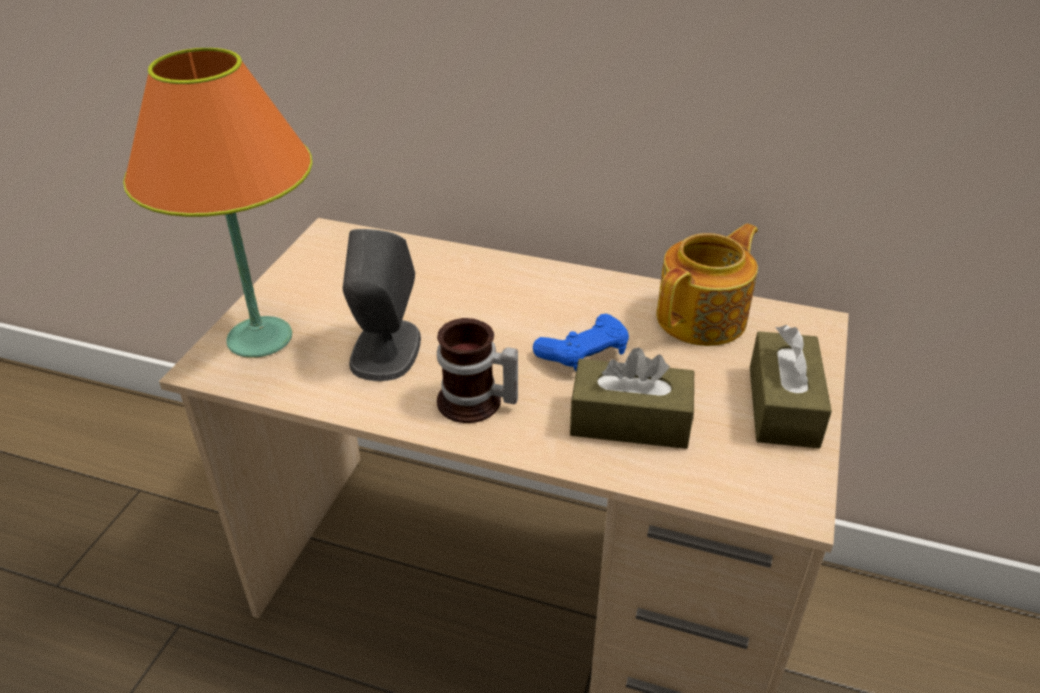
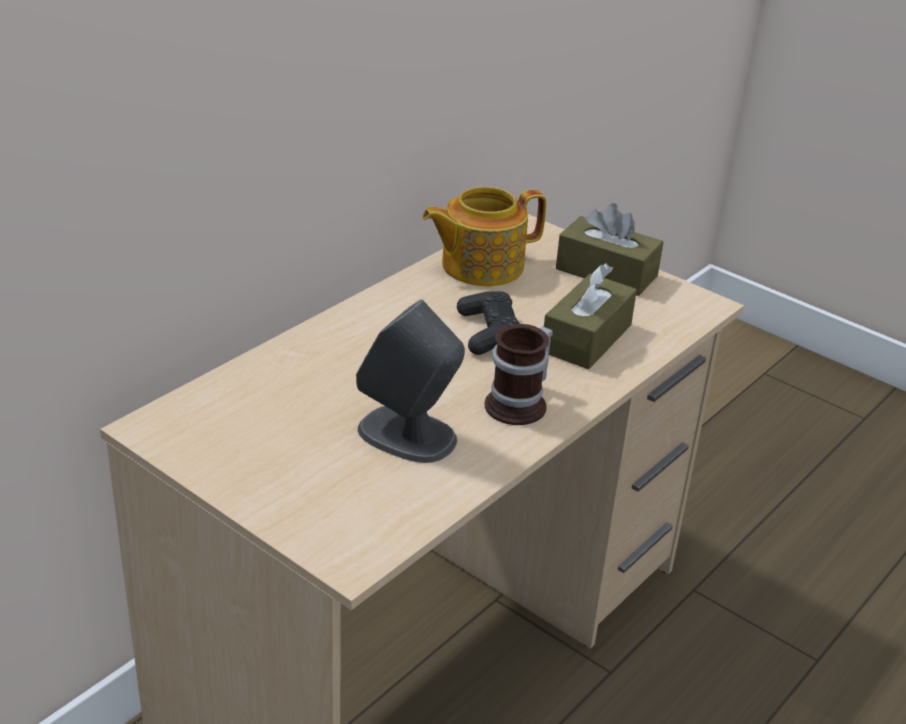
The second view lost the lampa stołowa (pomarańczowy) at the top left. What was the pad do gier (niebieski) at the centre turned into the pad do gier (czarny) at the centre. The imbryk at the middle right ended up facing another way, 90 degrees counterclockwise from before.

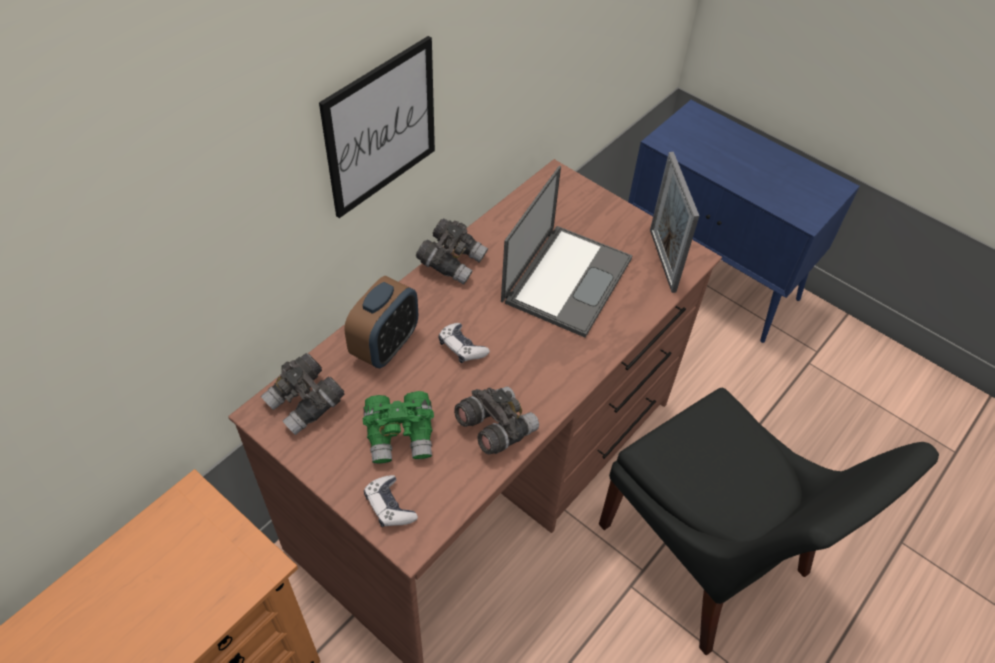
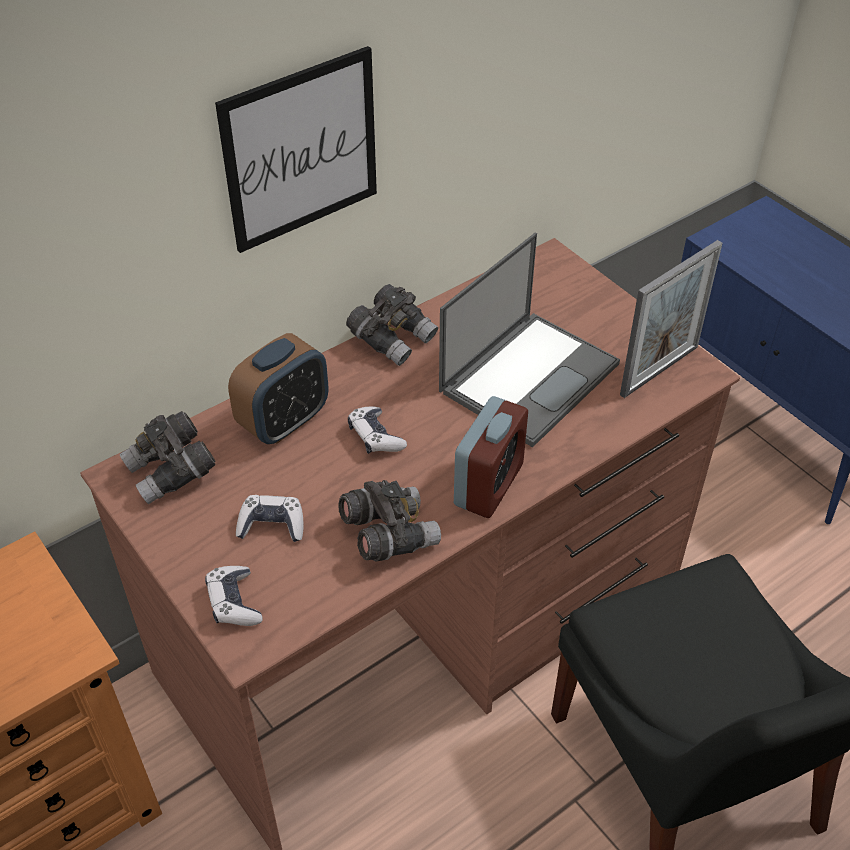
The second view gained the budzik (no. 2 from left) at the centre. Where the lornetka (zielony) stood at the centre, the pad do gier (no. 2 from left) came to stand at the middle left. The ramka na zdjęcie at the middle right ended up facing another way, 135 degrees counterclockwise from before.

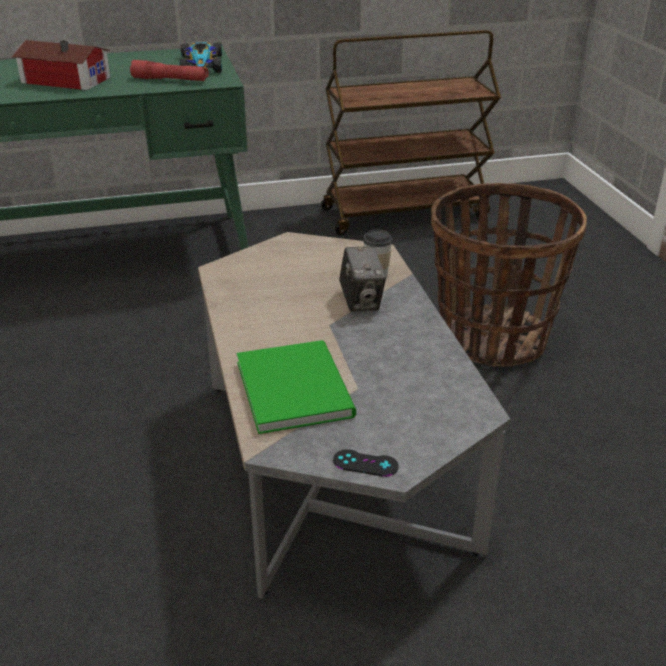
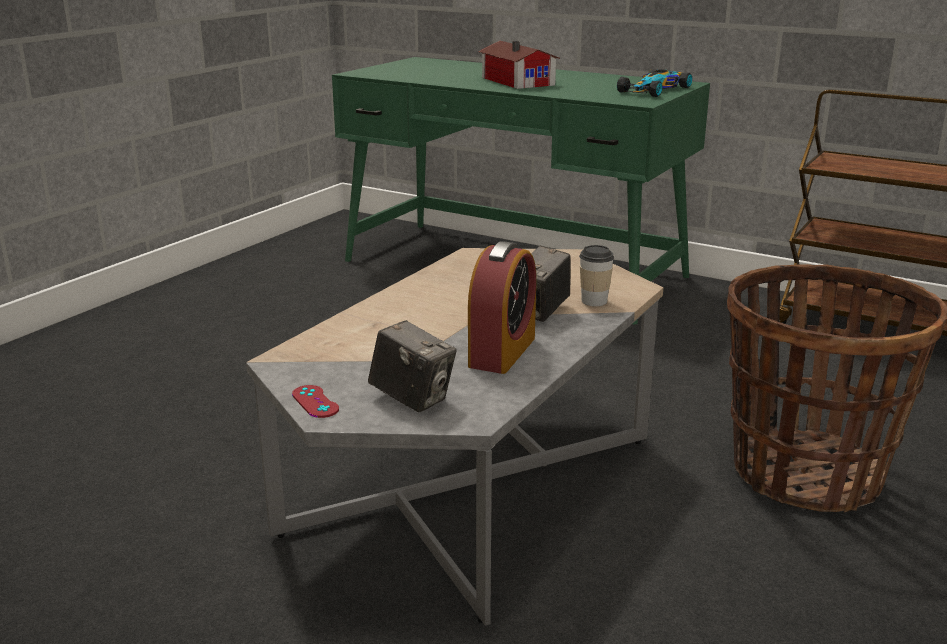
The second view lost the latarka (czerwony) at the top left. The second view lost the książka (zielony) at the centre. The second view gained the aparat fotograficzny (no. 1 from left) at the centre. The second view gained the budzik at the centre. What was the pad do gier (czarny) at the bottom centre turned into the pad do gier (czerwony) at the middle left.

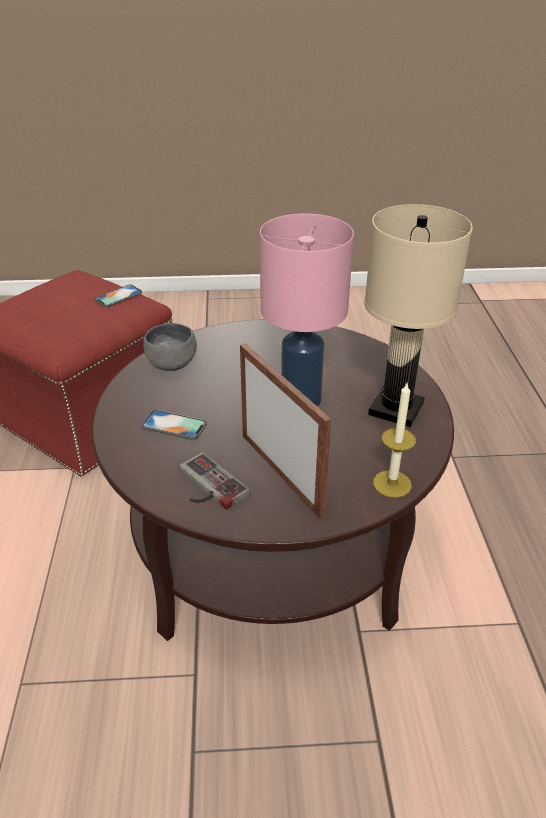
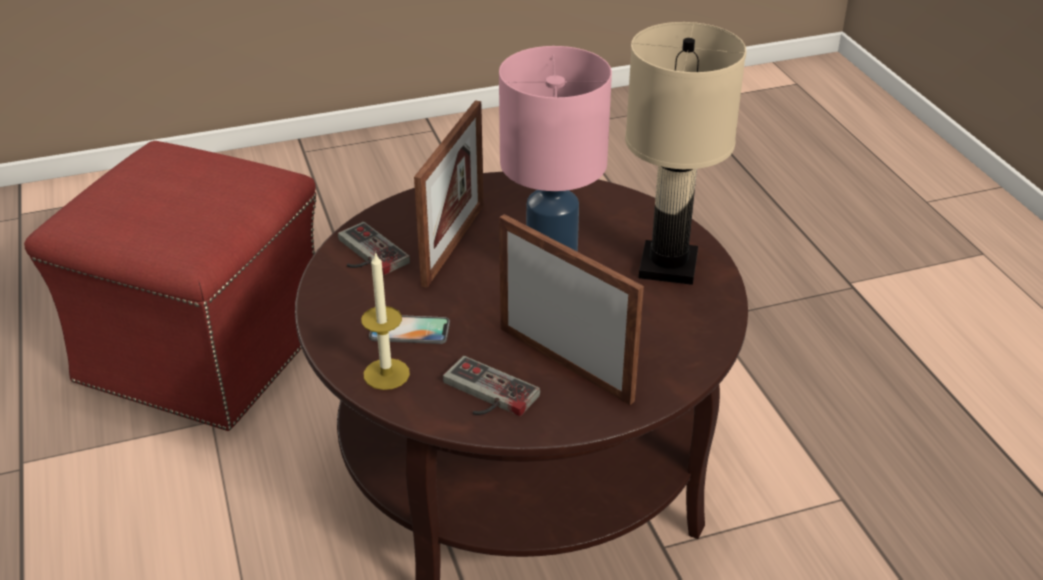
The second view lost the telefon (no. 1 from left) at the middle left. The second view gained the ramka na zdjęcie (no. 1 from left) at the centre. The świeca ended up elsewhere, having gone from the middle right to the centre. Where the miska (szary) stood at the middle left, the pad do gier (no. 1 from left) came to stand at the centre.

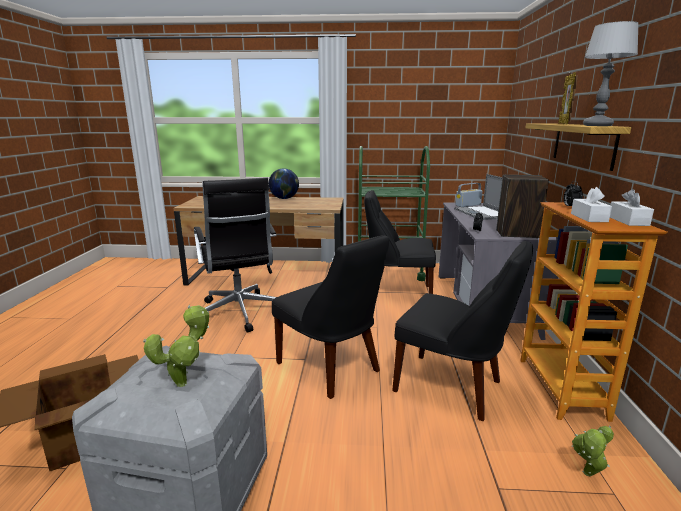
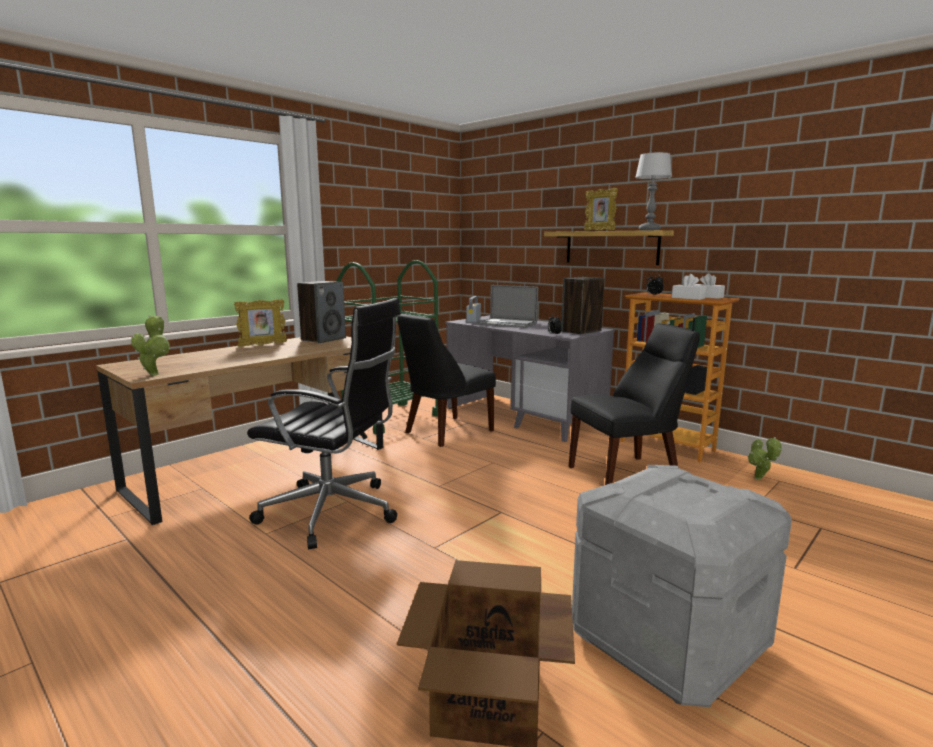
The second view lost the krzesło (czarny) (no. 1 from left) at the centre. The second view gained the głośnik (no. 1 from left) at the centre. The roślina doniczkowa (no. 1 from left) ended up elsewhere, having gone from the bottom left to the middle left. Where the globus stood at the centre, the ramka na zdjęcie (no. 1 from left) came to stand at the middle left.

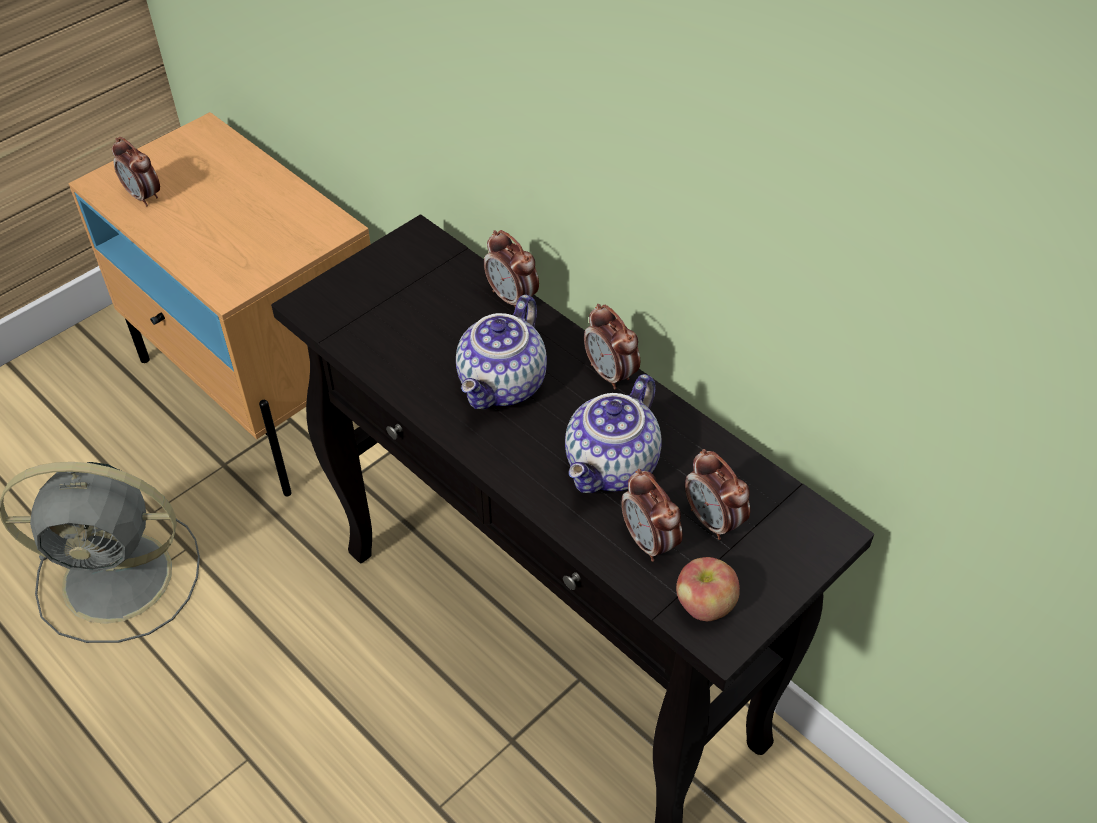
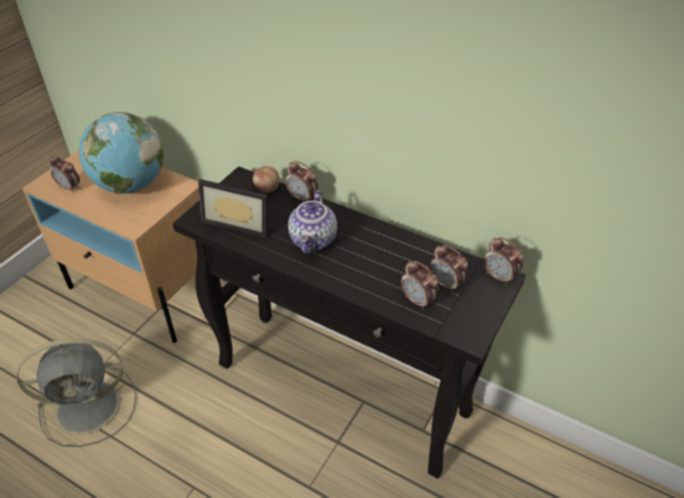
The second view lost the imbryk (no. 2 from left) at the centre. The second view gained the globus at the top left. The second view gained the ramka na zdjęcie at the centre. The budzik (no. 3 from left in the first image) ended up elsewhere, having gone from the centre to the middle right. The jabłko ended up elsewhere, having gone from the bottom centre to the centre.

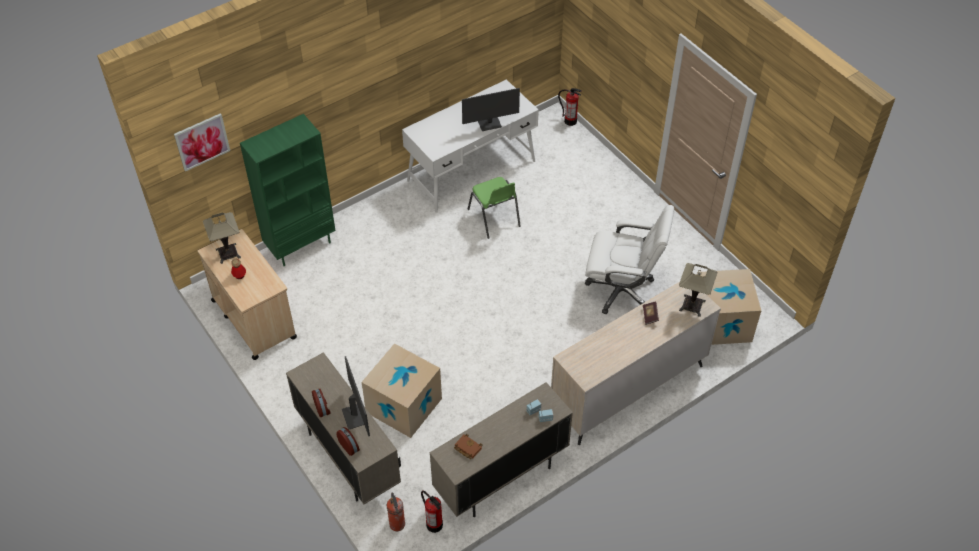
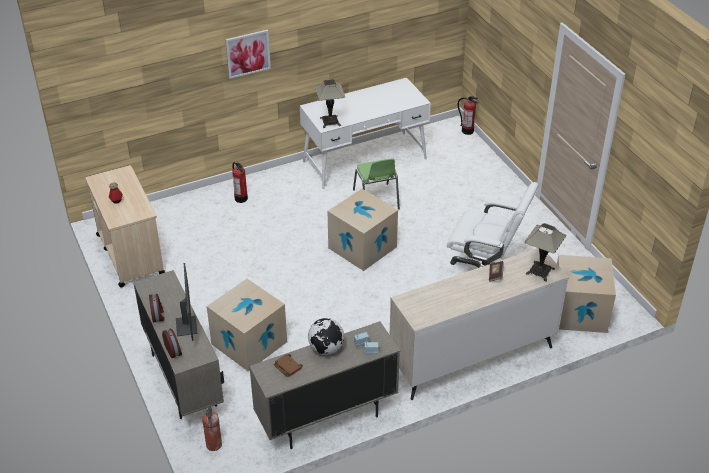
The second view lost the regał (zielony) at the middle left. The second view lost the monitor (no. 2 from left) at the top centre. The second view gained the globus at the bottom centre. The second view gained the karton (no. 2 from left) at the centre. The obraz ended up elsewhere, having gone from the top left to the top centre. The lampa stołowa (no. 1 from left) ended up elsewhere, having gone from the middle left to the top centre. The gaśnica (no. 2 from left) ended up elsewhere, having gone from the bottom centre to the centre.

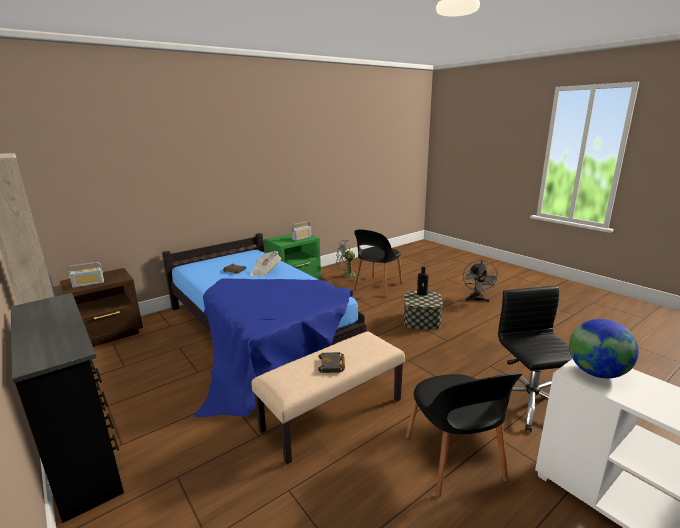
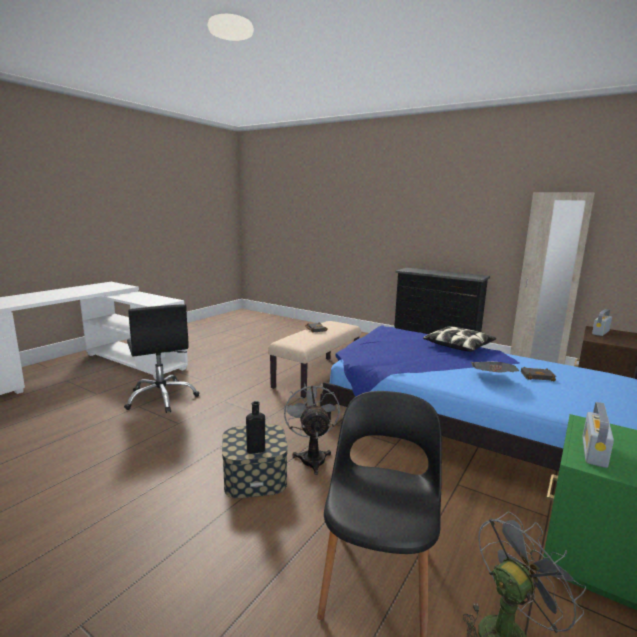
The second view lost the krzesło (czarny) (no. 2 from left) at the bottom right. The second view lost the globus at the middle right. The second view gained the poduszka at the middle right. The wentylator (szary) (no. 2 from left in the first image) ended up elsewhere, having gone from the middle right to the bottom centre.

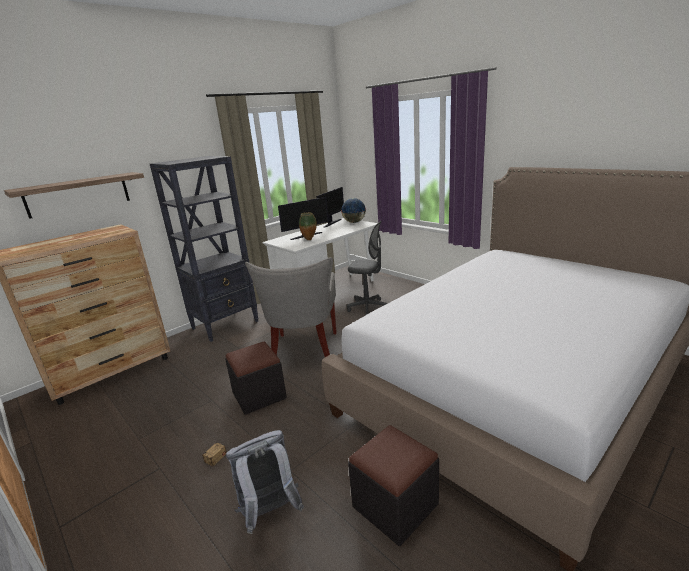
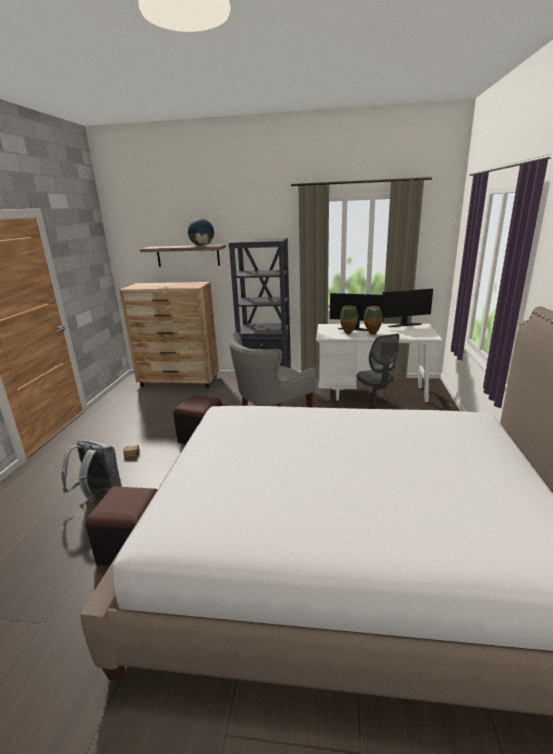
The second view gained the wazon (no. 2 from left) at the middle right. The globus ended up elsewhere, having gone from the centre to the top centre.

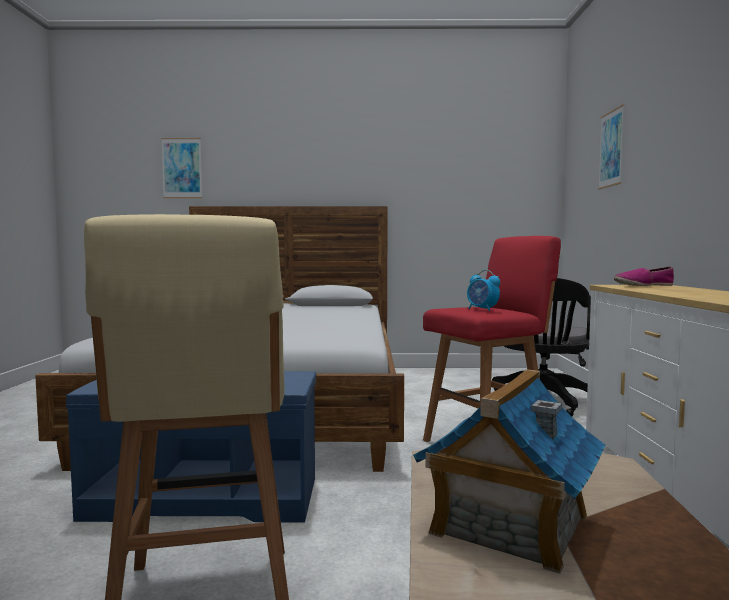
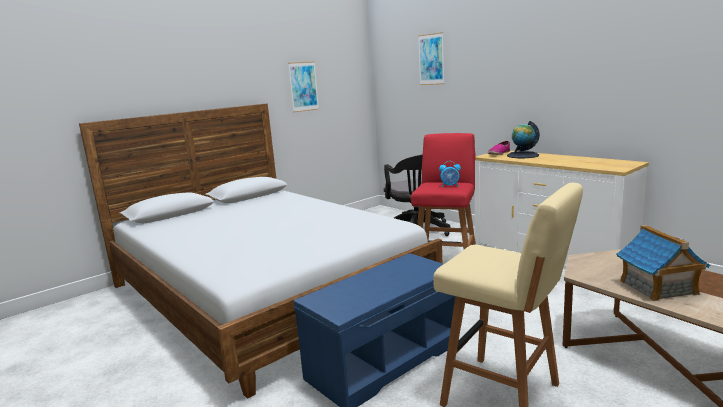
The second view gained the globus at the middle right. The obraz (no. 1 from left) ended up elsewhere, having gone from the top left to the top centre.

